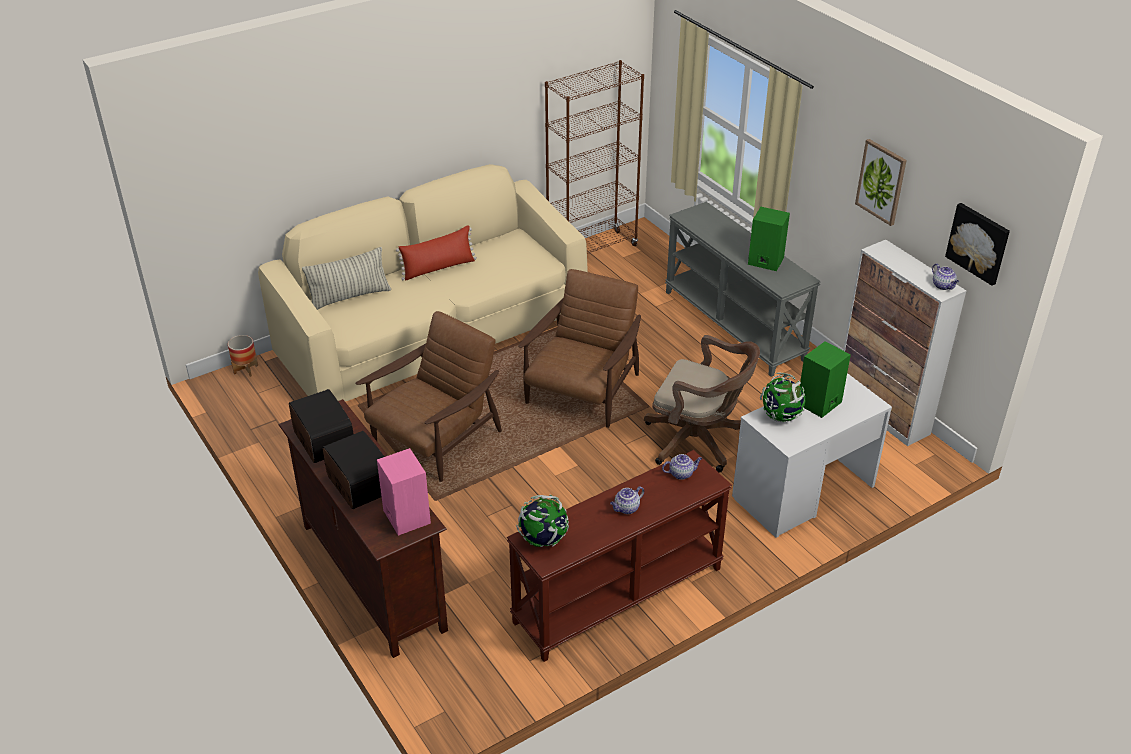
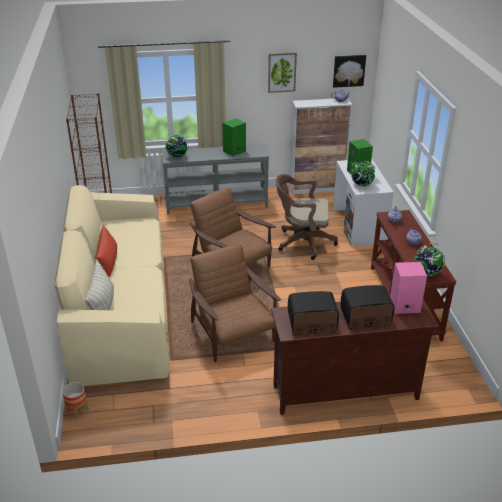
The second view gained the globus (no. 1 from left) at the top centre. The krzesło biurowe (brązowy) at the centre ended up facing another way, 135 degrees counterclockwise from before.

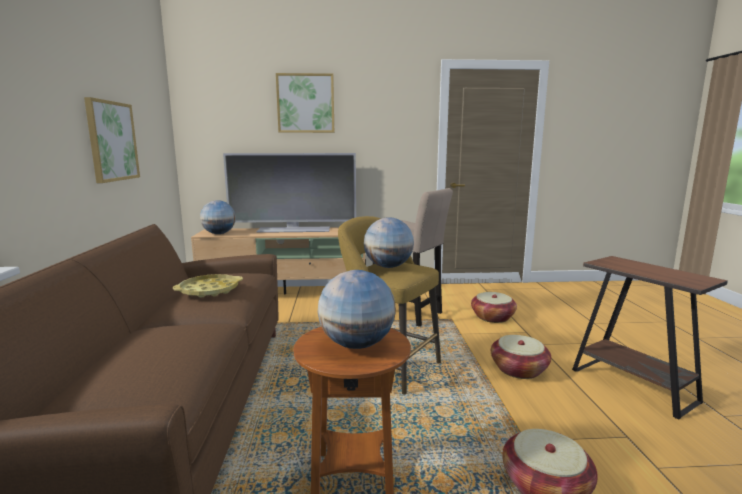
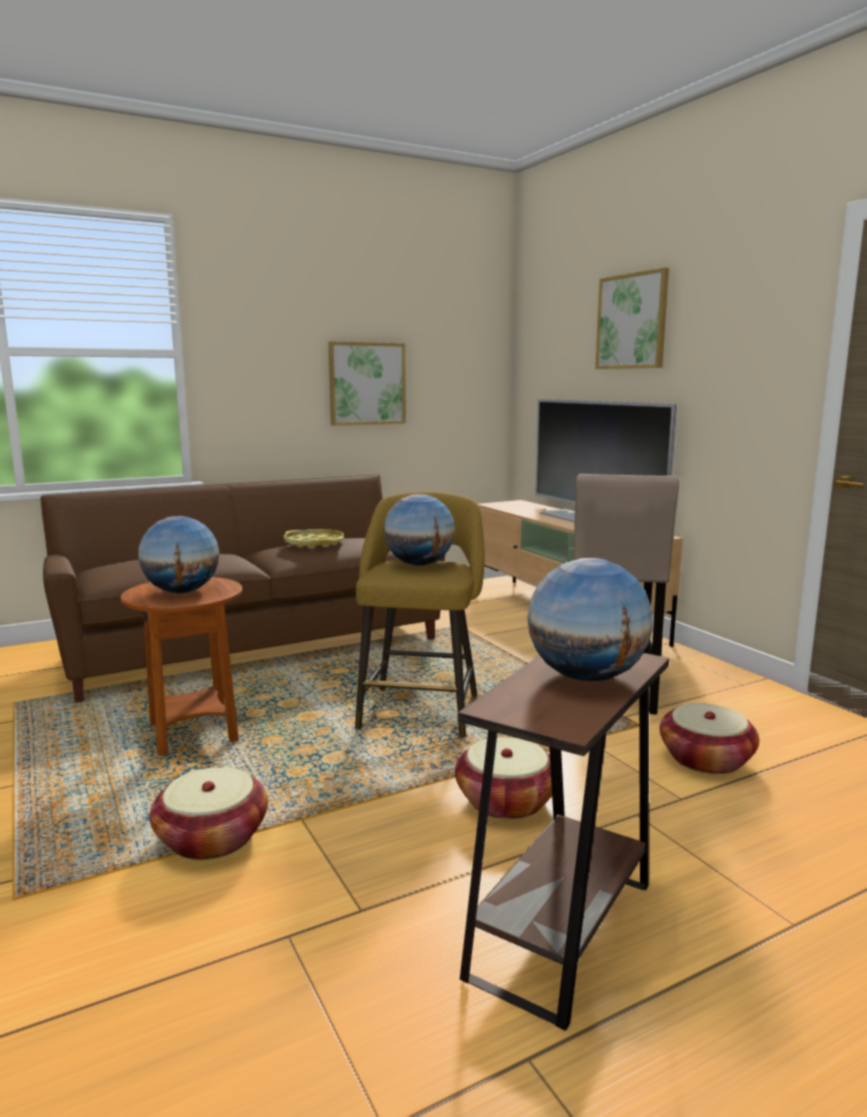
The globus (no. 1 from left in the first image) ended up elsewhere, having gone from the middle left to the middle right.

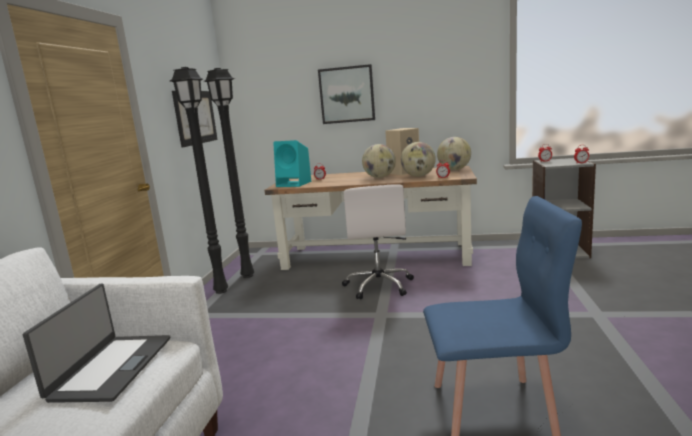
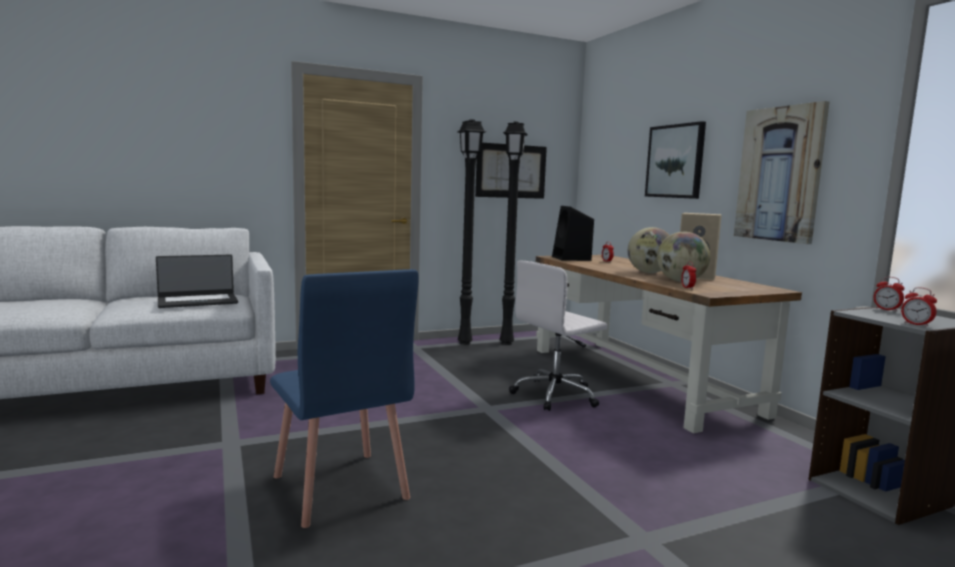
The second view lost the globus (no. 3 from left) at the centre. The second view gained the obraz (no. 3 from left) at the top right. What was the głośnik (turkusowy) at the centre turned into the głośnik (czarny) at the centre.

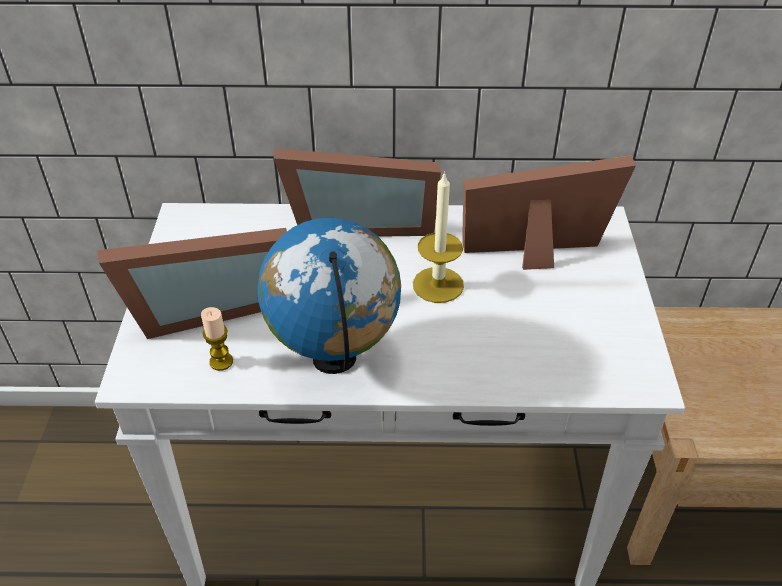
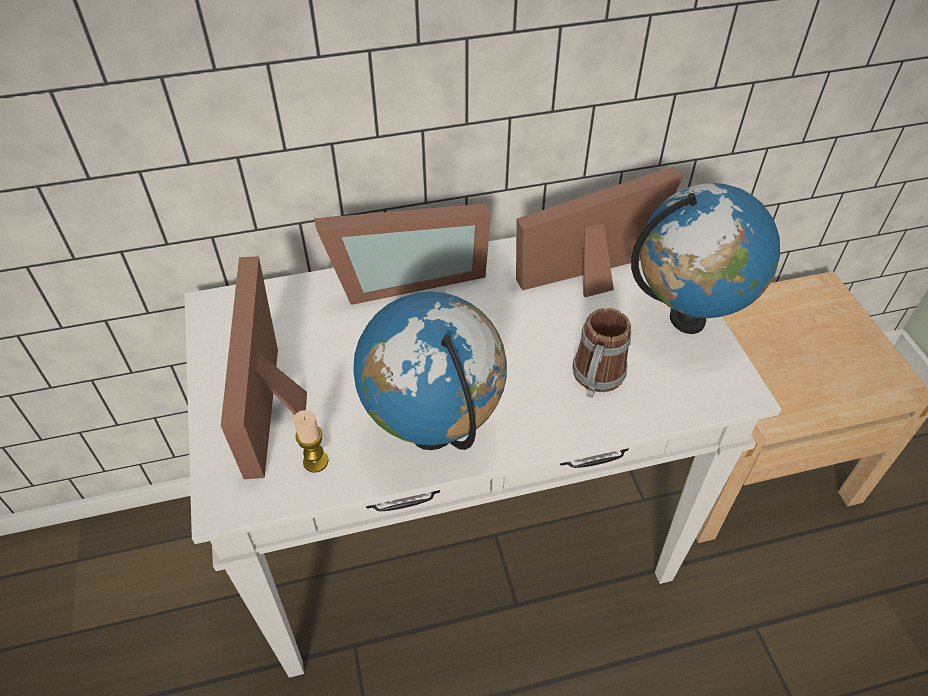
The second view lost the świeca (no. 2 from left) at the centre. The second view gained the kubek at the centre. The second view gained the globus (no. 2 from left) at the middle right. The ramka na zdjęcie (no. 1 from left) at the middle left ended up facing another way, 120 degrees clockwise from before.

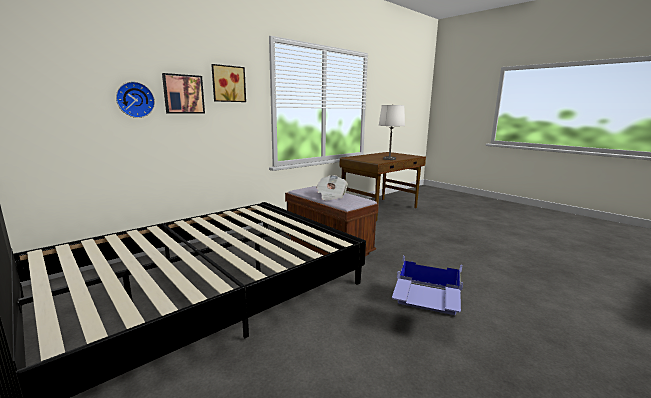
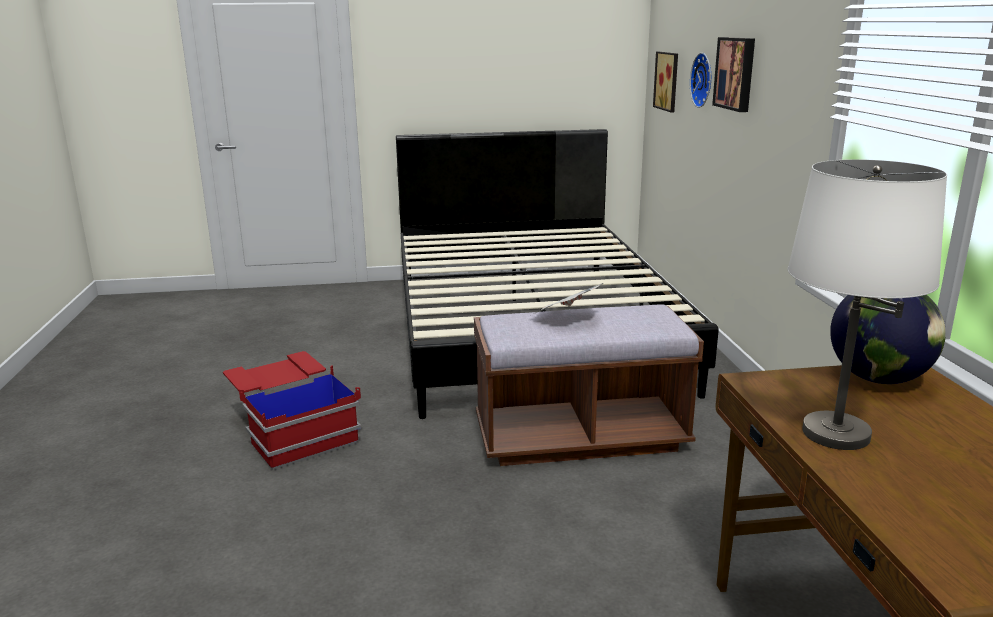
The second view gained the globus at the middle right. The obraz (no. 2 from left in the first image) ended up elsewhere, having gone from the top centre to the top right. What was the pojemnik do przechowywania (niebieski) at the bottom centre turned into the pojemnik do przechowywania (czerwony) at the middle left.

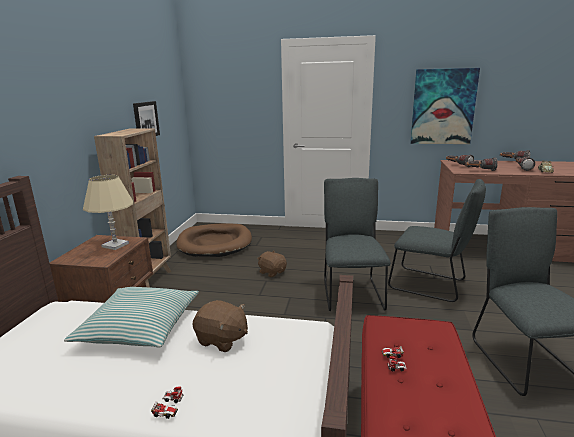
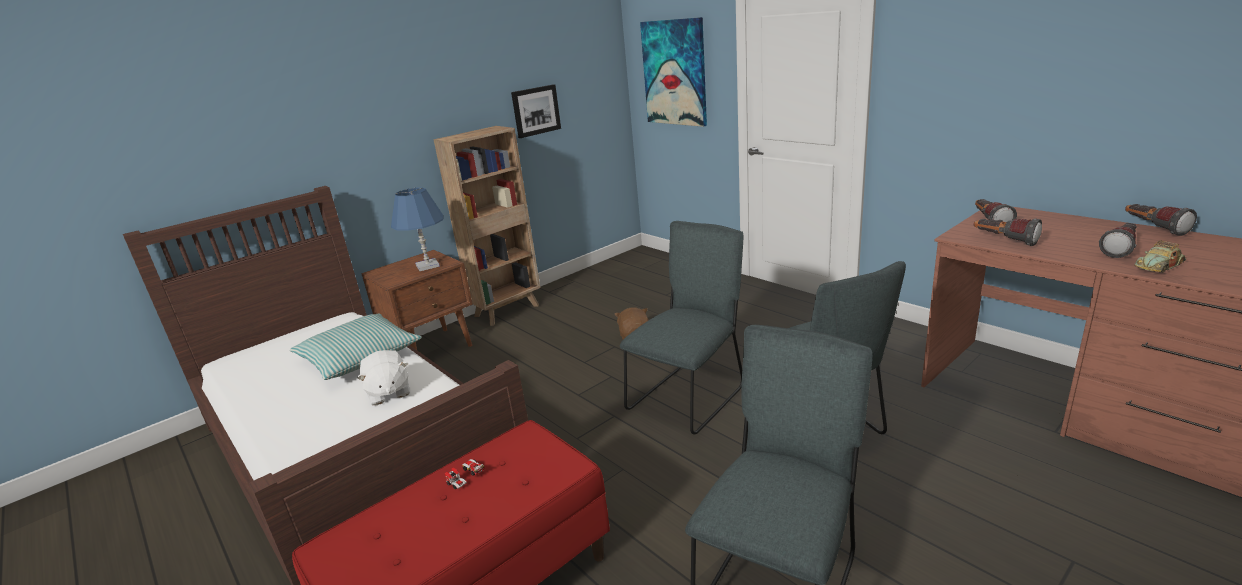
The second view lost the samochodzik (no. 1 from left) at the bottom left. The second view lost the legowisko (brązowy) at the centre. The obraz (no. 2 from left) ended up elsewhere, having gone from the top right to the top centre. What was the lampa stołowa (beżowy) at the middle left turned into the lampa stołowa (niebieski) at the centre. What was the pluszak (brązowy) (no. 1 from left) at the bottom centre turned into the pluszak (biały) at the middle left.

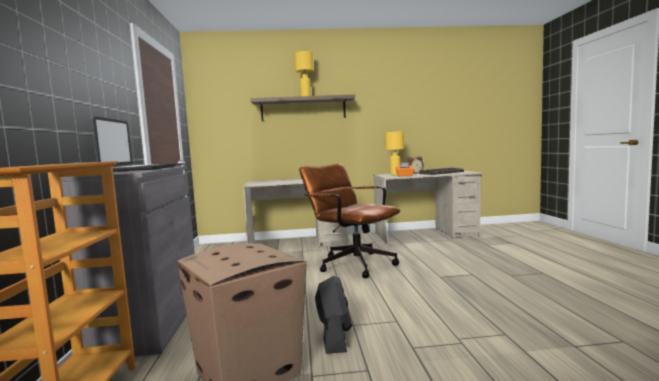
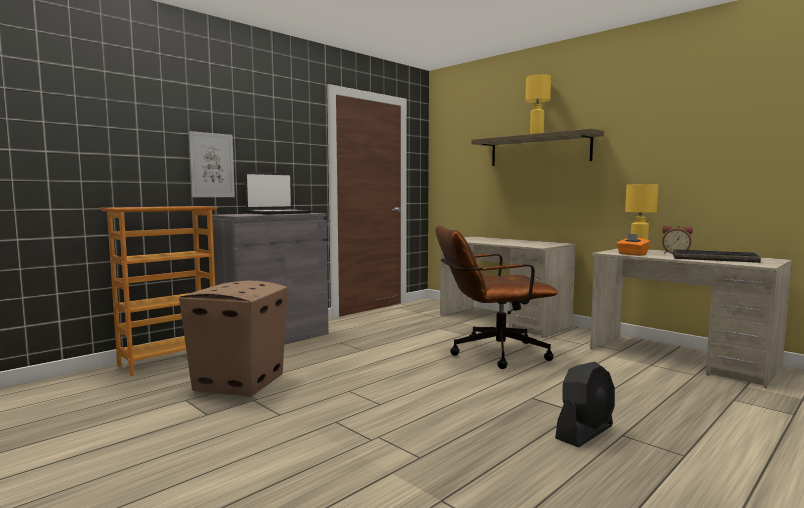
The second view gained the obraz at the top left. The wentylator (czarny) ended up elsewhere, having gone from the bottom centre to the bottom right. The krzesło biurowe (brązowy) at the centre ended up facing another way, 105 degrees counterclockwise from before.

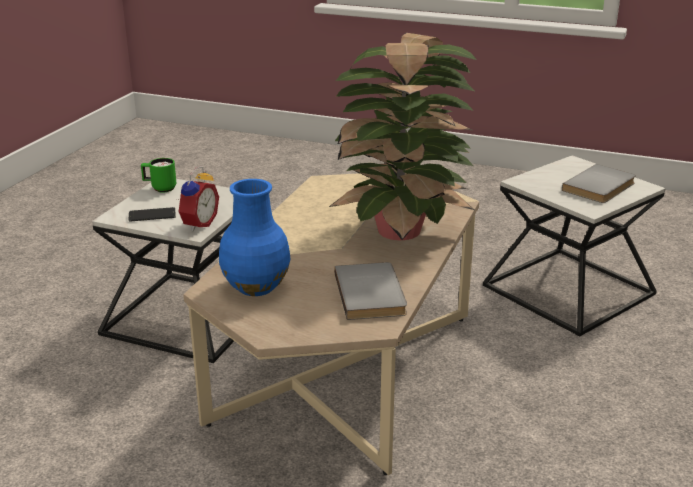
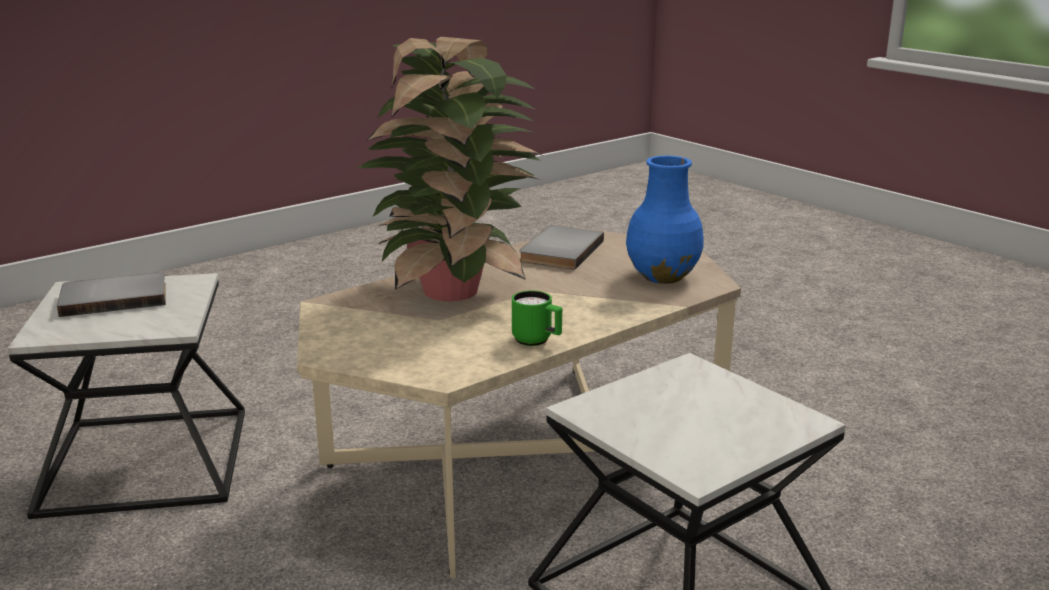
The second view lost the telefon at the middle left. The second view lost the budzik at the middle left. The kubek (zielony) ended up elsewhere, having gone from the middle left to the centre.

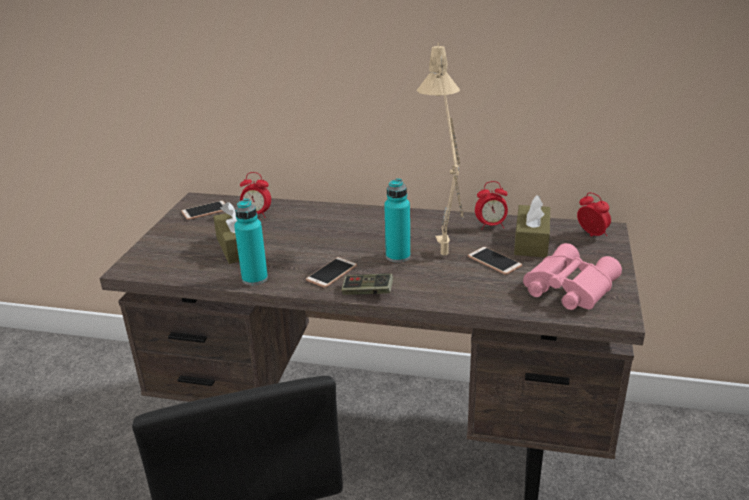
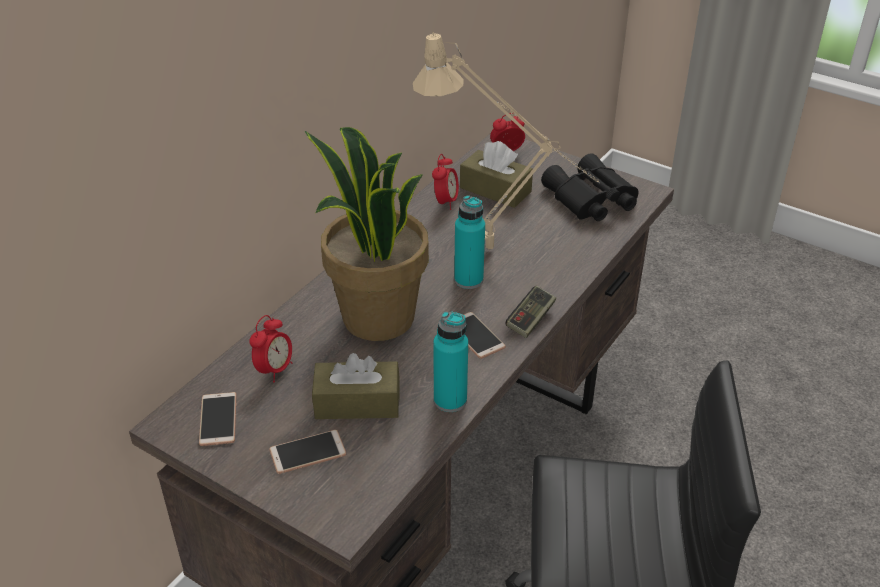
The second view gained the roślina doniczkowa at the centre. The telefon (no. 3 from left in the first image) ended up elsewhere, having gone from the centre to the bottom centre. What was the lornetka (różowy) at the middle right turned into the lornetka (czarny) at the top right.

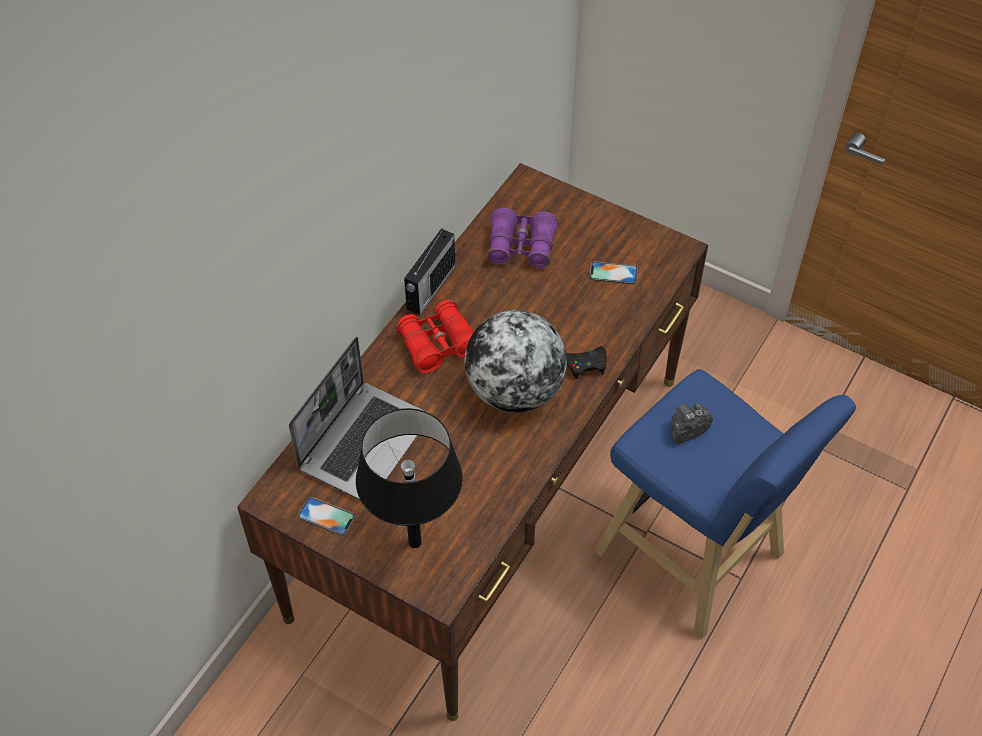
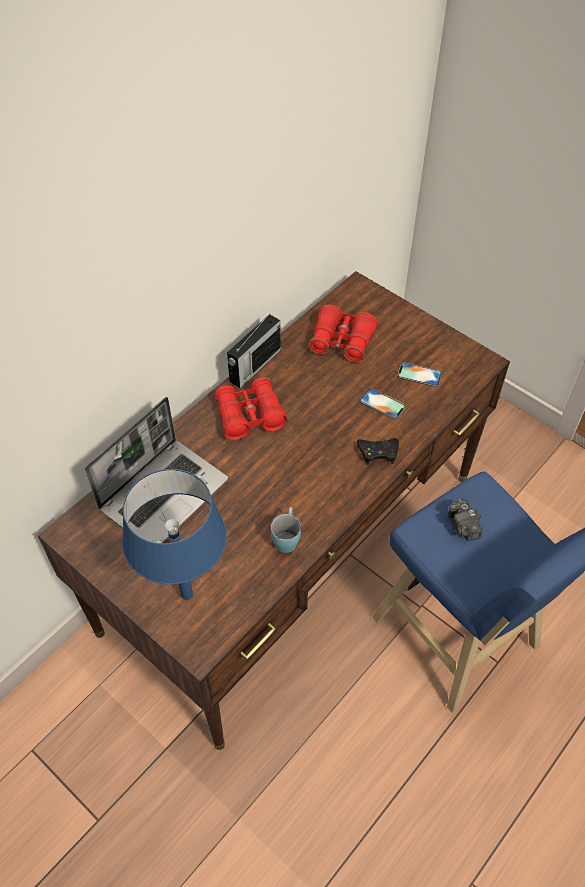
The second view lost the globus at the centre. The second view gained the kubek (niebieski) at the centre. The telefon (no. 1 from left) ended up elsewhere, having gone from the bottom left to the centre. What was the lampa stołowa (czarny) at the centre turned into the lampa stołowa (niebieski) at the middle left. What was the lornetka (fioletowy) at the top centre turned into the lornetka (czerwony) (no. 2 from left) at the centre. The aparat fotograficzny at the middle right ended up facing another way, 90 degrees counterclockwise from before.

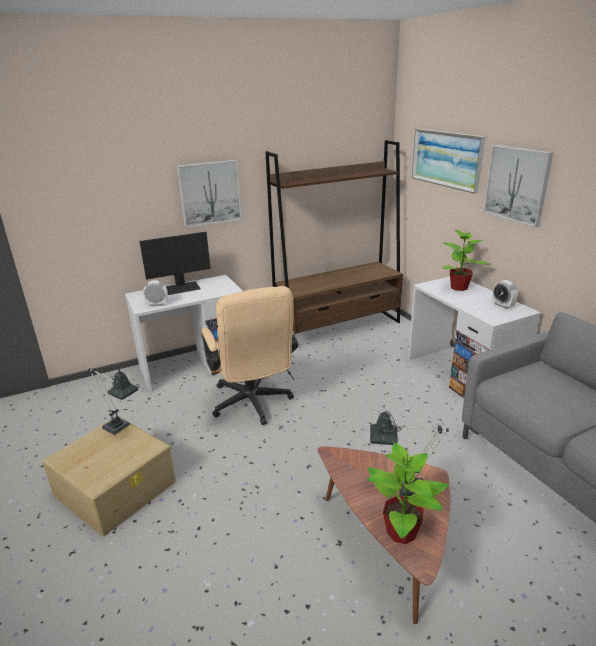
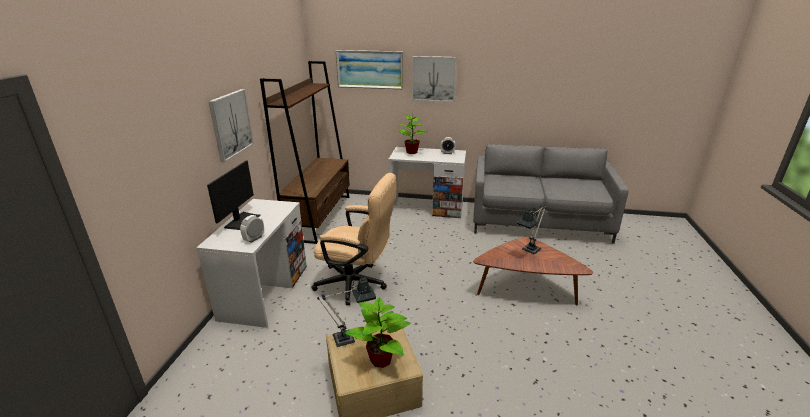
The roślina doniczkowa (no. 1 from left) ended up elsewhere, having gone from the bottom right to the bottom centre.

